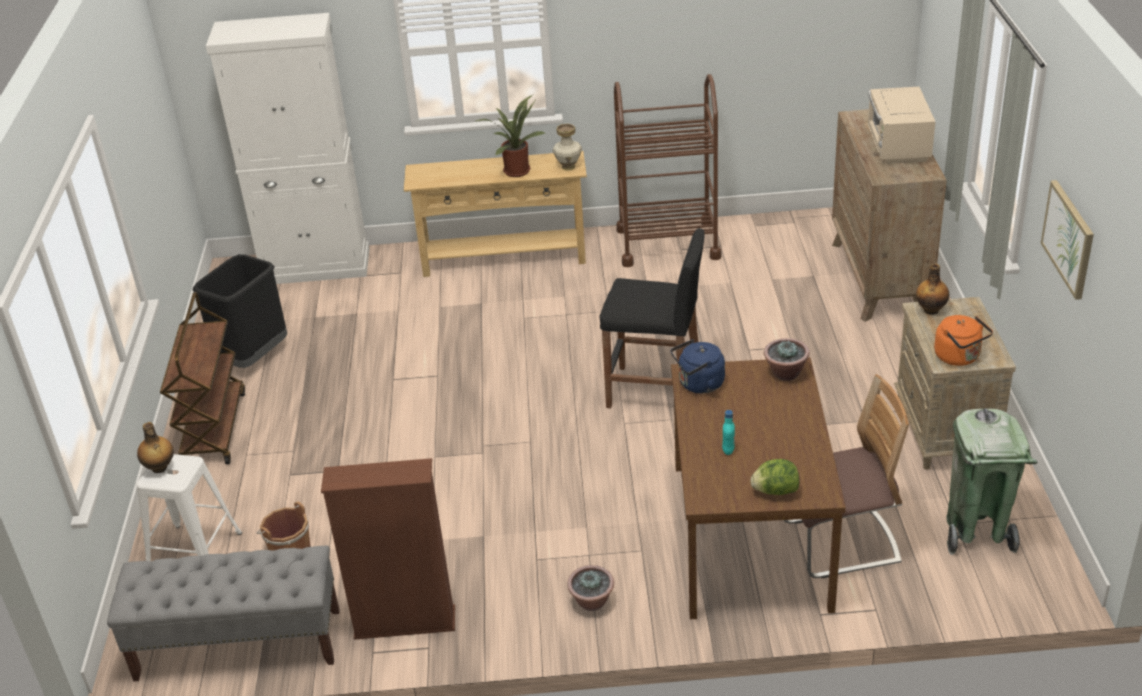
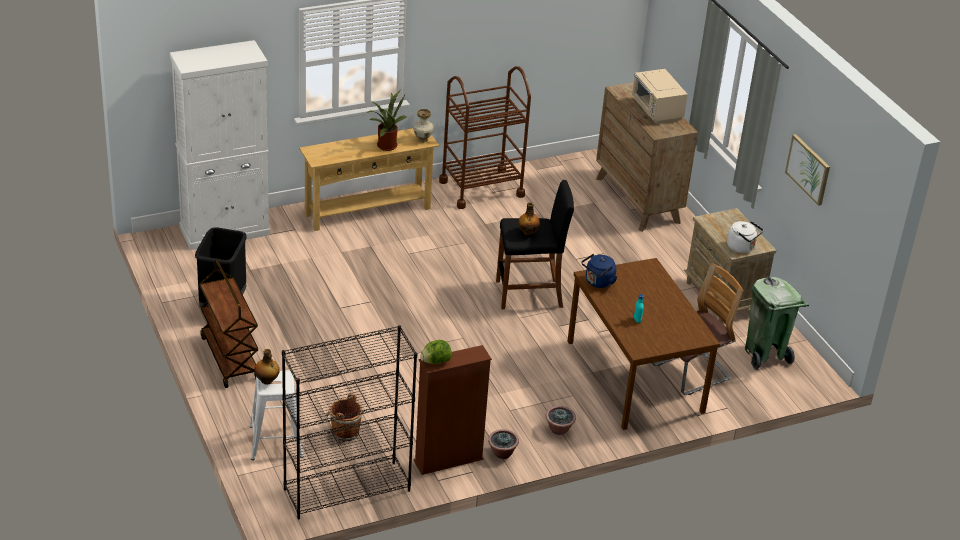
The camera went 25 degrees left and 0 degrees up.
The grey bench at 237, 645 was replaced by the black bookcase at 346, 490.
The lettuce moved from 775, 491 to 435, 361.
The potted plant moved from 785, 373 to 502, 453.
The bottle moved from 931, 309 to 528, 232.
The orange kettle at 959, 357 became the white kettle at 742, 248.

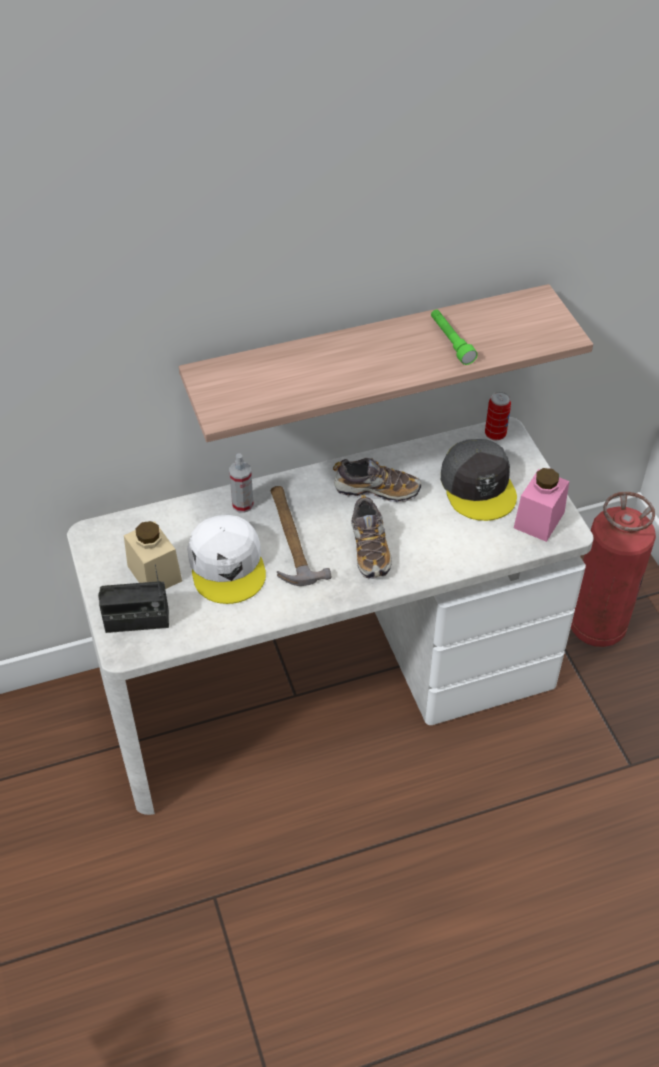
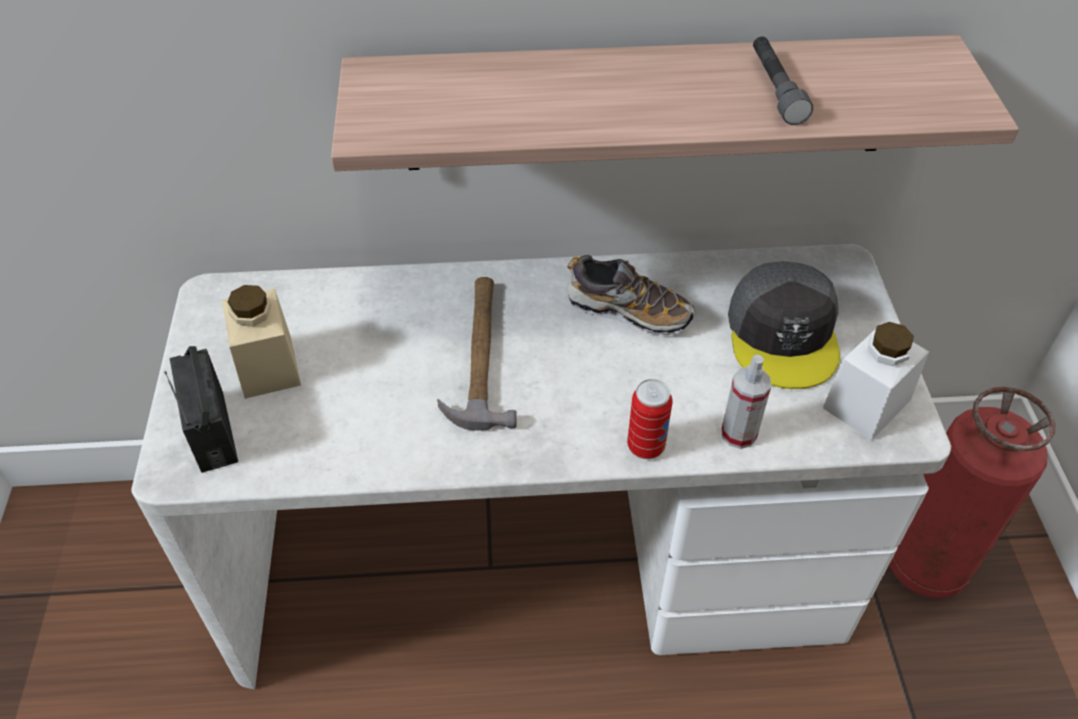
The camera went 15 degrees right and 0 degrees up.
The radio at 137, 621 turned 60 degrees clockwise.
The can moved from 495, 434 to 645, 446.
The spray bottle moved from 242, 504 to 738, 434.
The green flashlight at 451, 342 became the grey flashlight at 775, 89.
The pink jar at 539, 520 became the white jar at 866, 404.
The white cap at 227, 565 disappeared.
The shoe at 369, 549 disappeared.

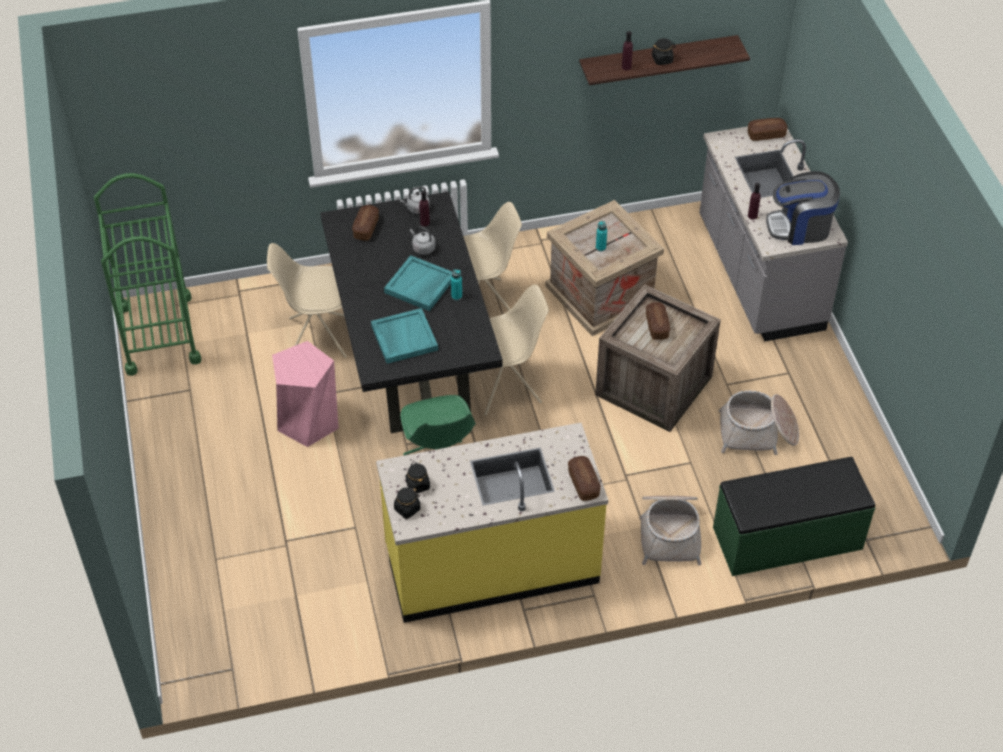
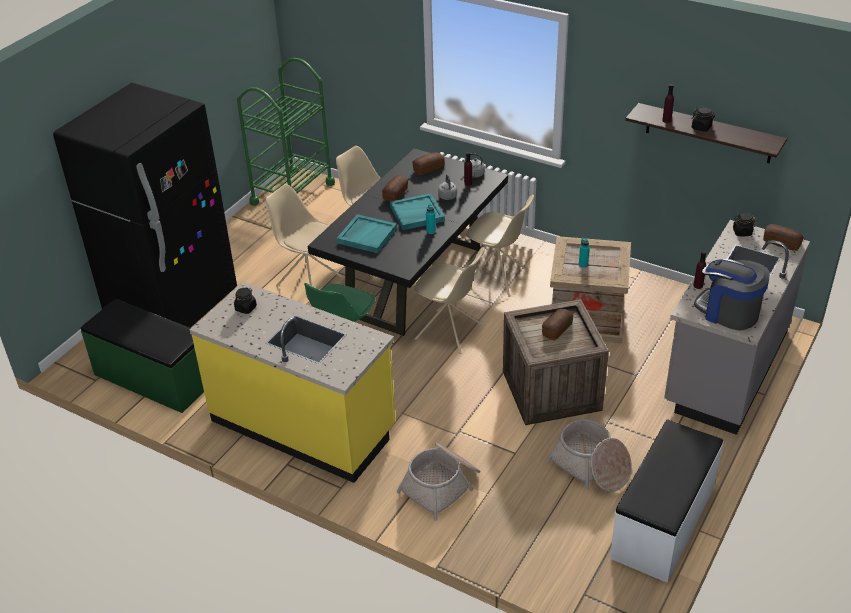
The camera went 45 degrees right and 10 degrees down.
The black fridge at 173, 306 appeared.
The green bench moved from 787, 539 to 153, 378.
The pink stool at 308, 422 was replaced by the beige chair at 308, 281.
The bread moved from 583, 483 to 395, 194.
The white bench at 664, 523 appeared.
The black jar moved from 407, 509 to 742, 232.

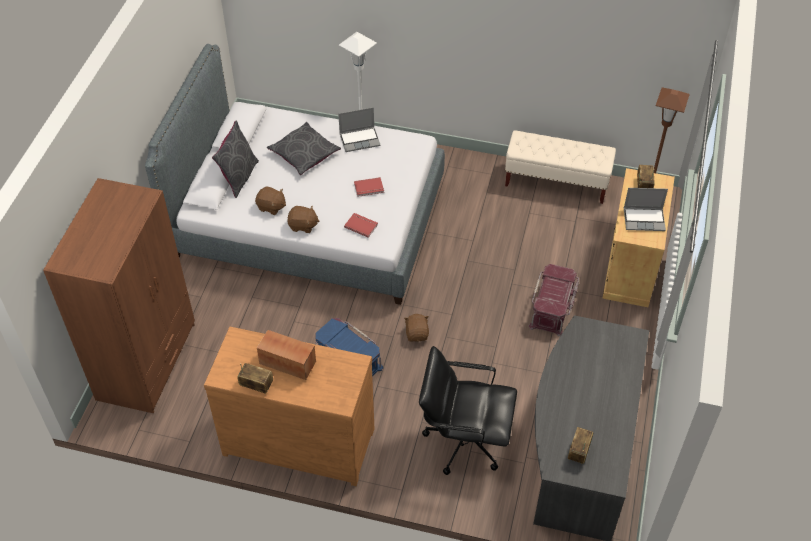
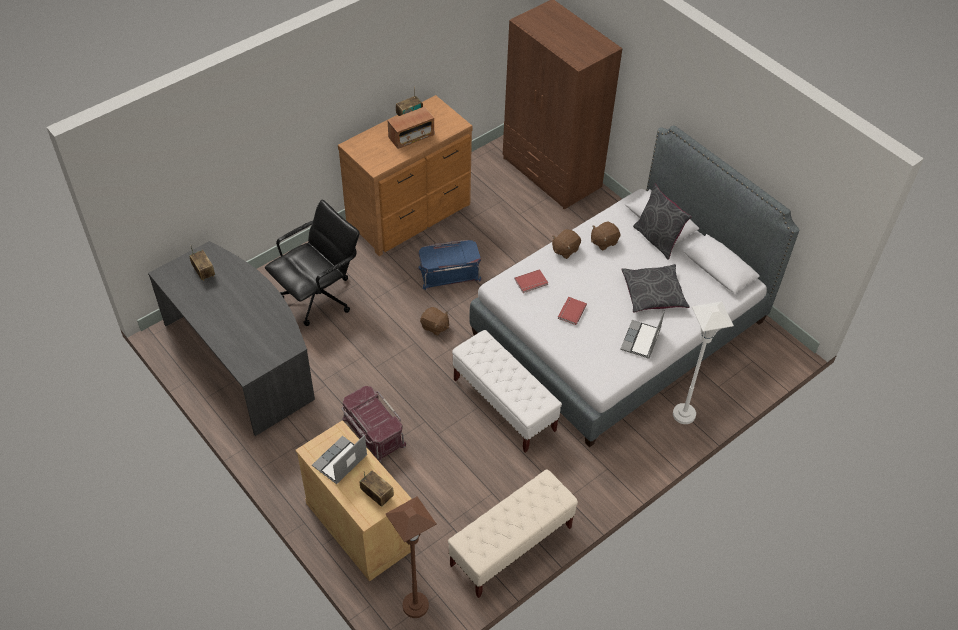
The camera went 125 degrees right and 0 degrees up.
The white bench at 504, 405 appeared.

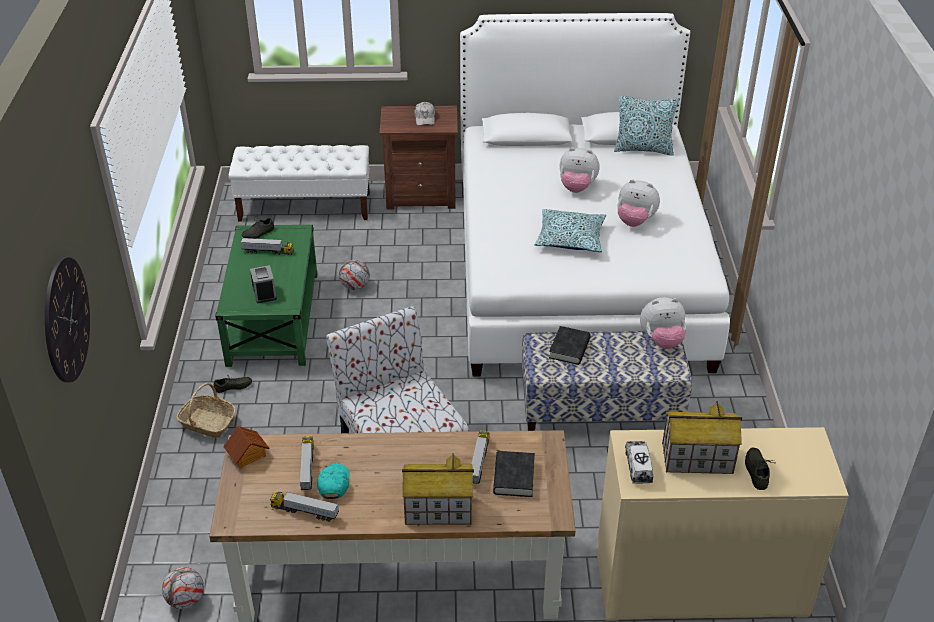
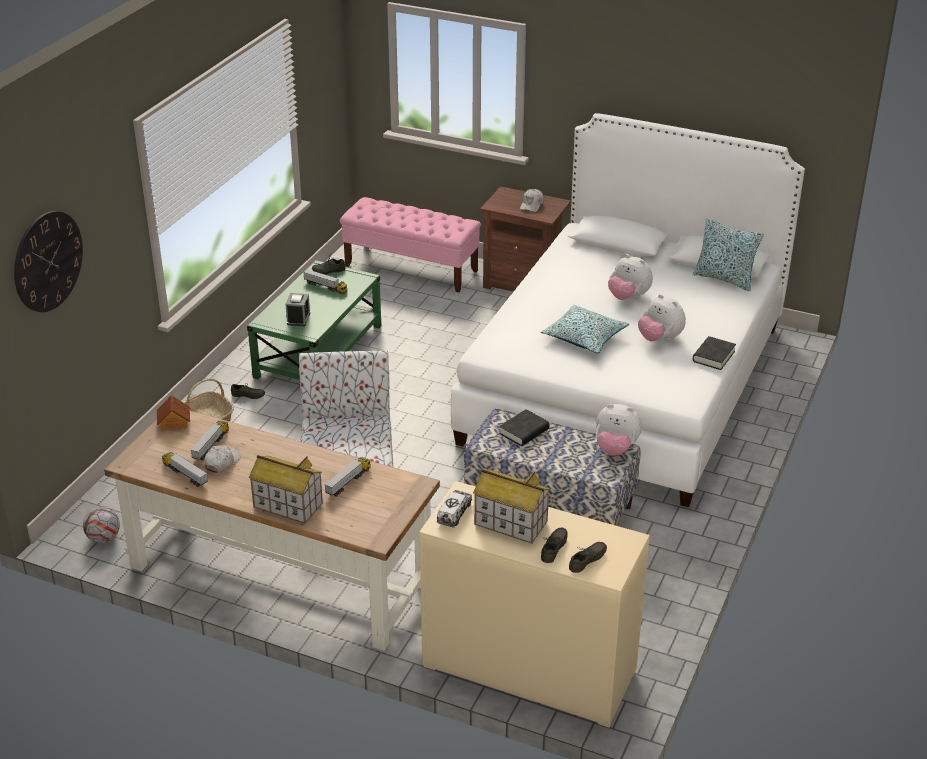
The camera went 25 degrees right and 5 degrees down.
The turquoise cap at 333, 484 became the white cap at 222, 462.
The white bench at 305, 207 became the pink bench at 411, 268.
The grey shoe at 588, 561 appeared.
The black book moved from 514, 477 to 713, 356.
The football at 355, 286 disappeared.

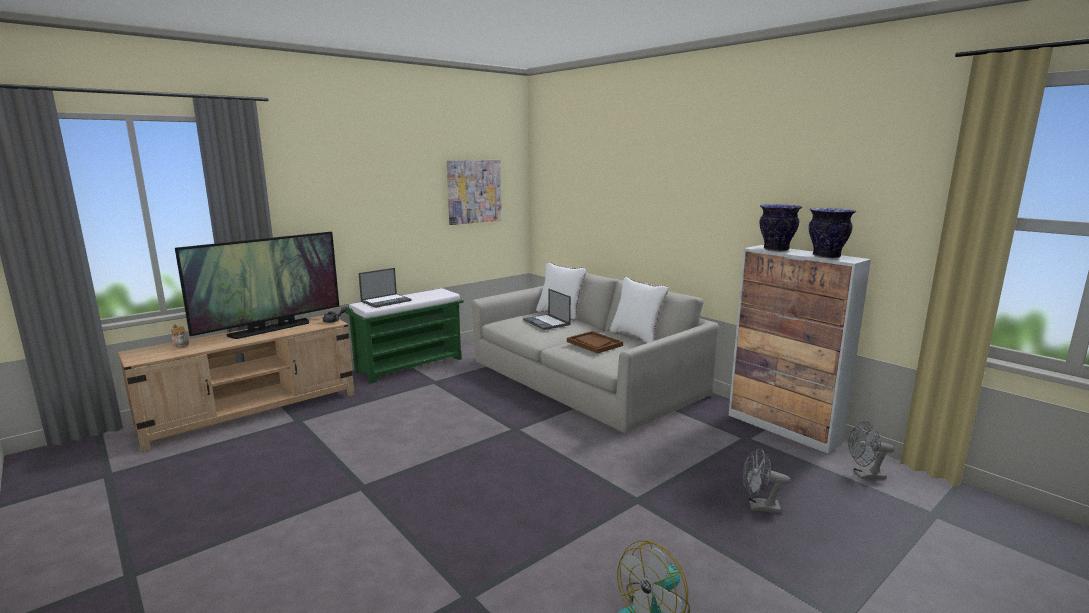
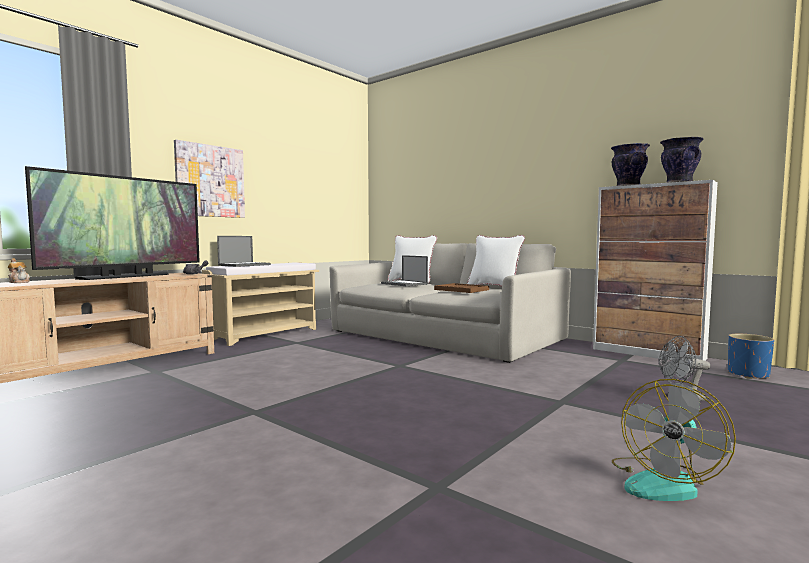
The camera went 10 degrees left and 10 degrees down.
The picture moved from 474, 191 to 210, 181.
The green bench at 410, 365 became the beige bench at 265, 334.
The grey fan at 864, 475 was replaced by the blue planter at 748, 375.

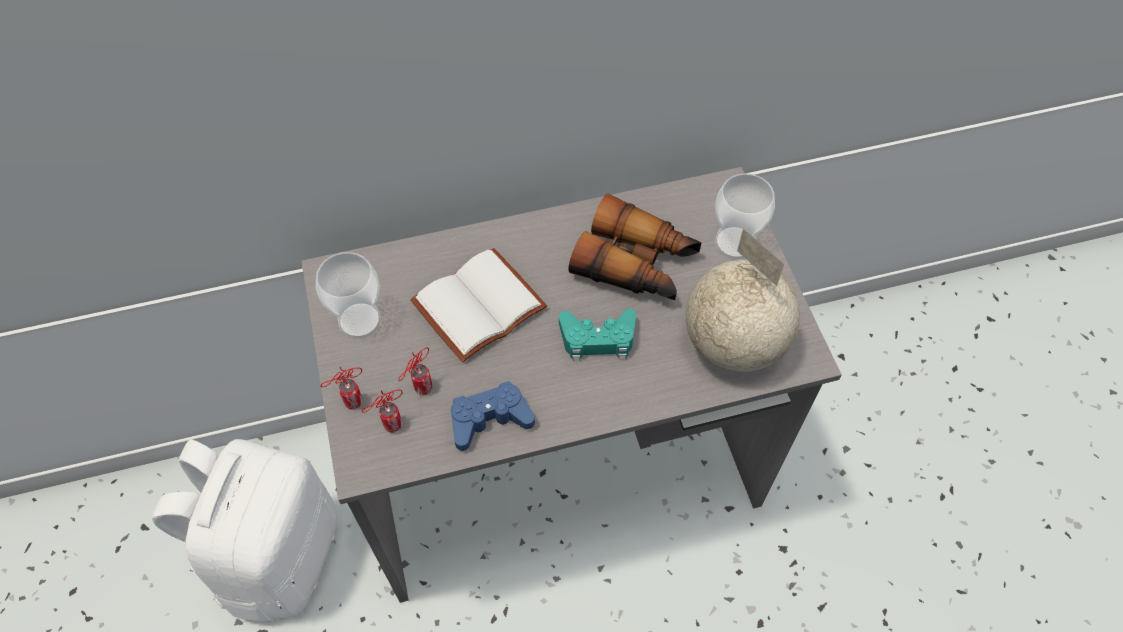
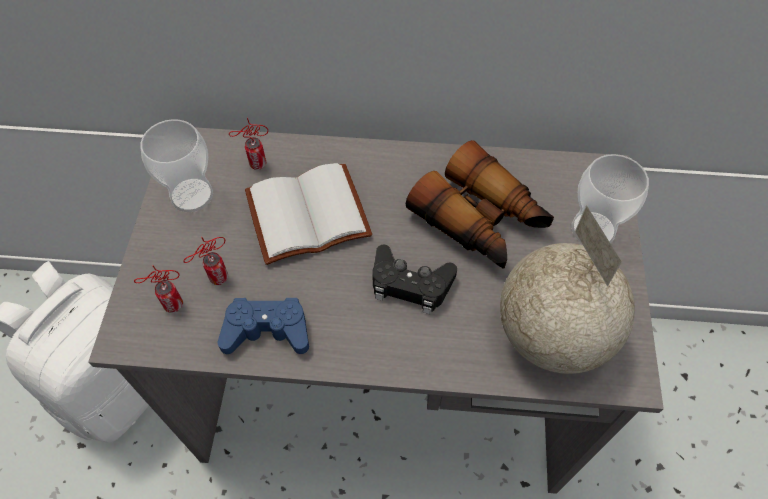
The camera went 20 degrees right and 0 degrees up.
The can moved from 351, 403 to 255, 164.
The turquoise game controller at 598, 339 became the black game controller at 410, 284.

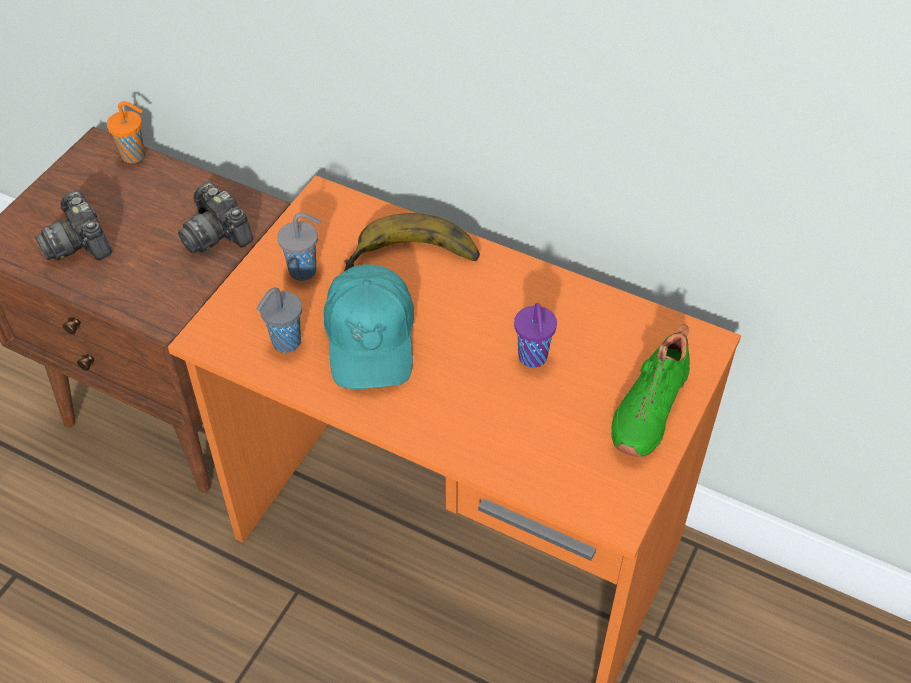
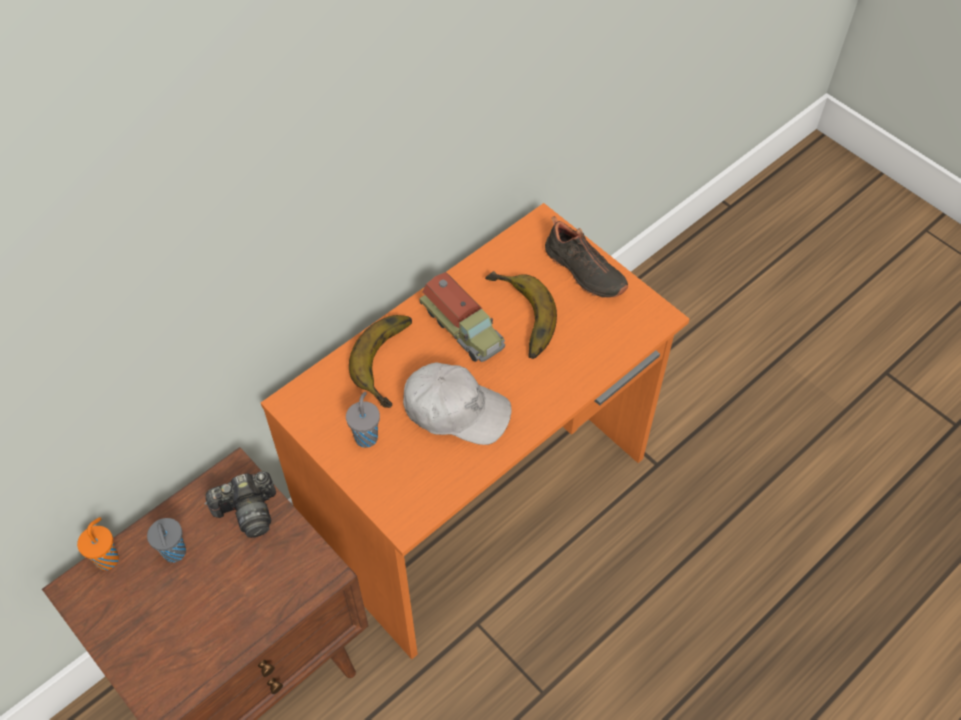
The camera went 70 degrees left and 5 degrees up.
The grey cup moved from 284, 343 to 175, 553.
The turquoise cap at 371, 338 became the white cap at 456, 410.
The toy truck at 463, 328 appeared.
The purple cup at 533, 358 was replaced by the banana at 516, 319.
The green shoe at 647, 408 became the black shoe at 583, 272.
The photo camera at 79, 243 disappeared.

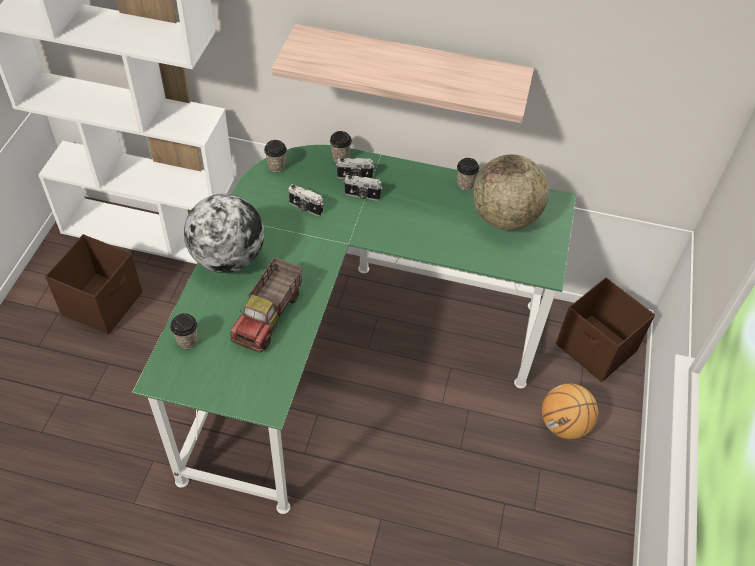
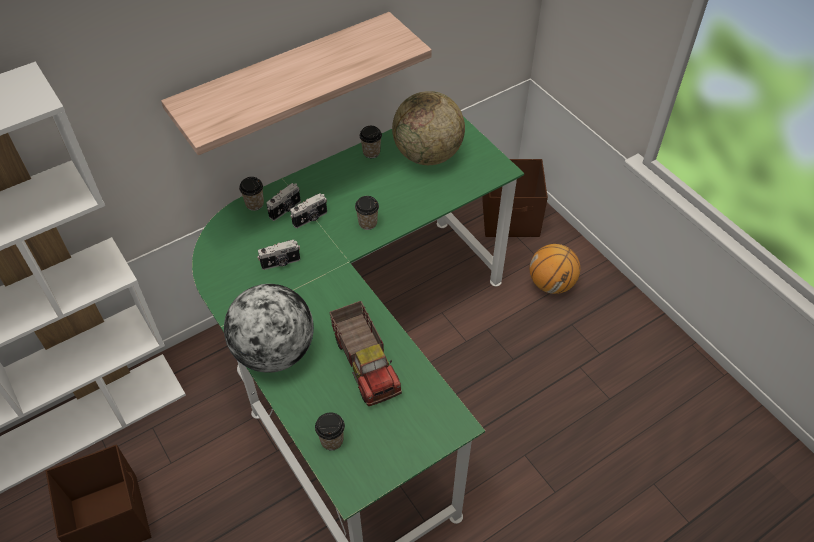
The camera went 45 degrees left and 0 degrees up.
The cup moved from 276, 166 to 367, 223.

